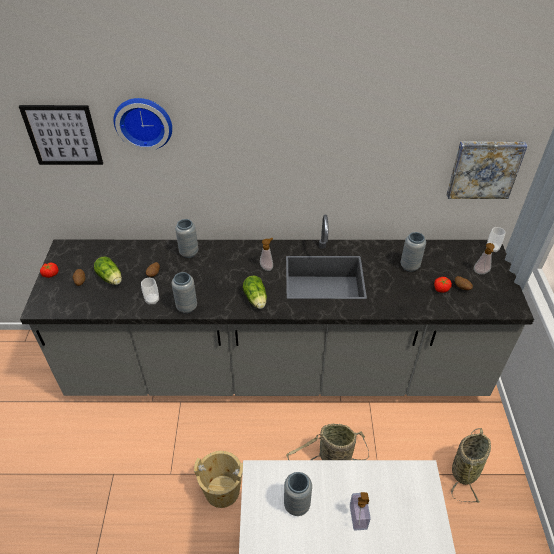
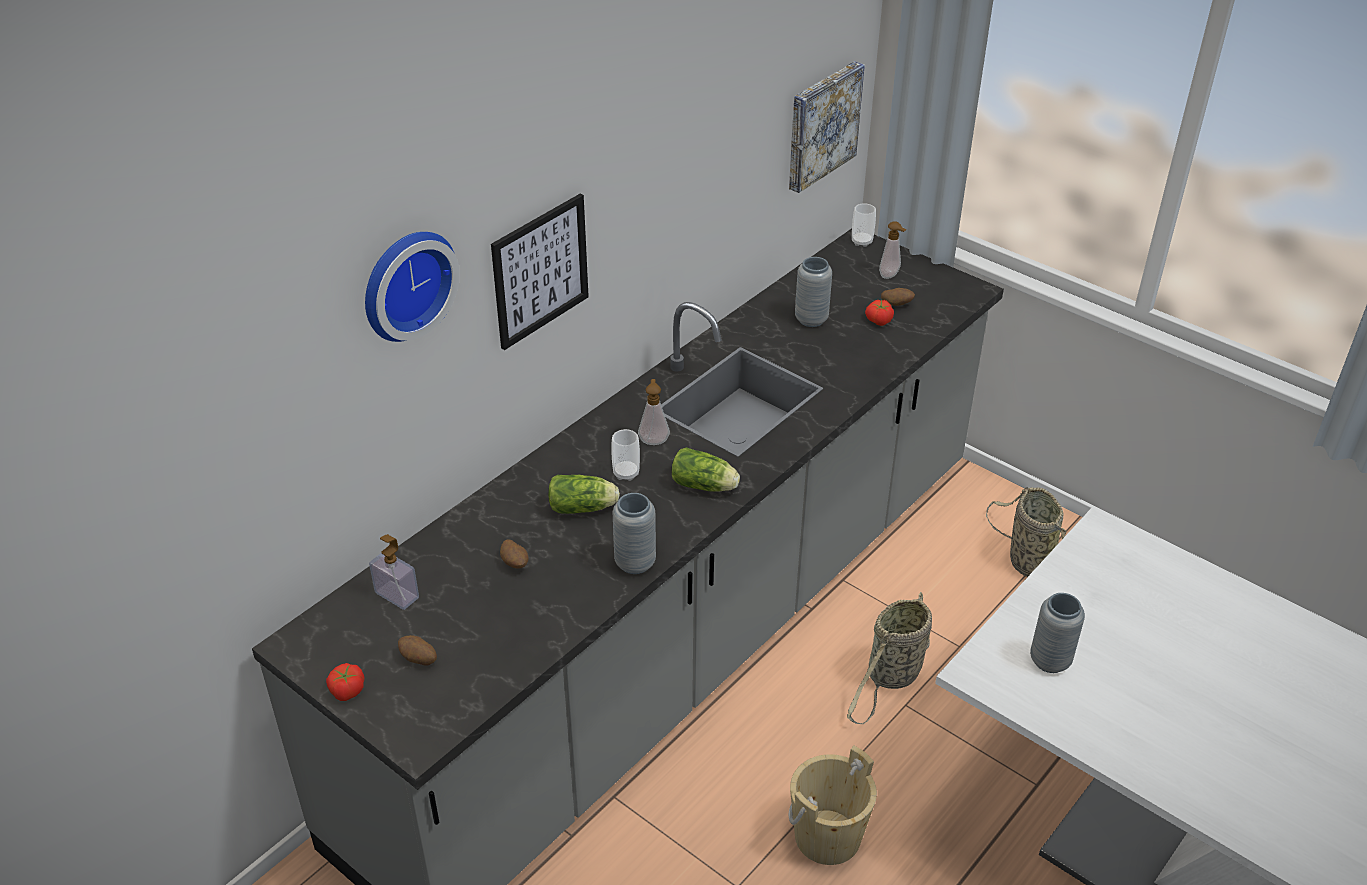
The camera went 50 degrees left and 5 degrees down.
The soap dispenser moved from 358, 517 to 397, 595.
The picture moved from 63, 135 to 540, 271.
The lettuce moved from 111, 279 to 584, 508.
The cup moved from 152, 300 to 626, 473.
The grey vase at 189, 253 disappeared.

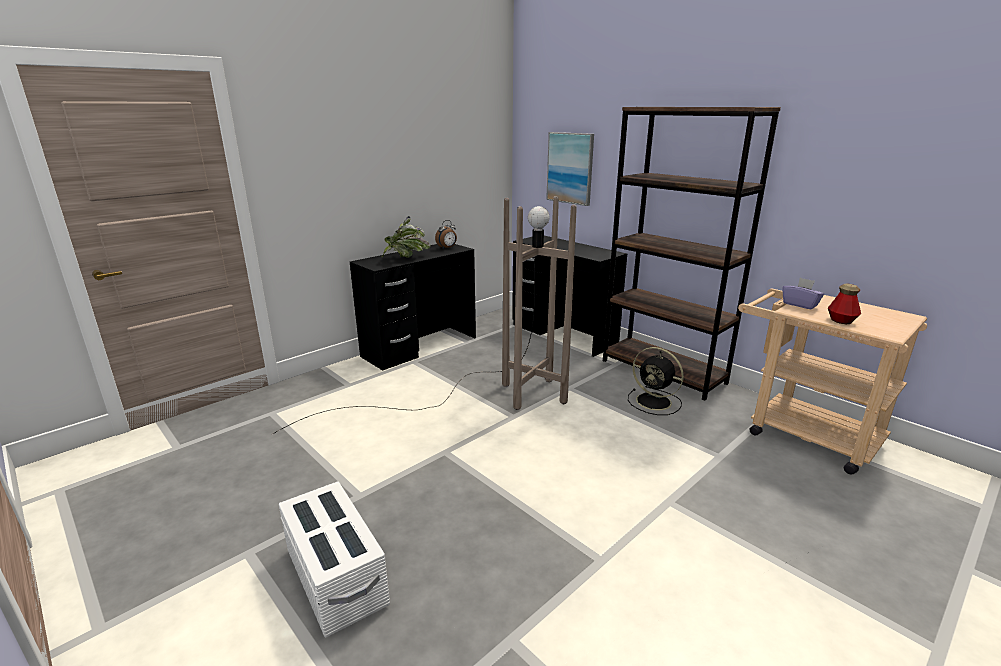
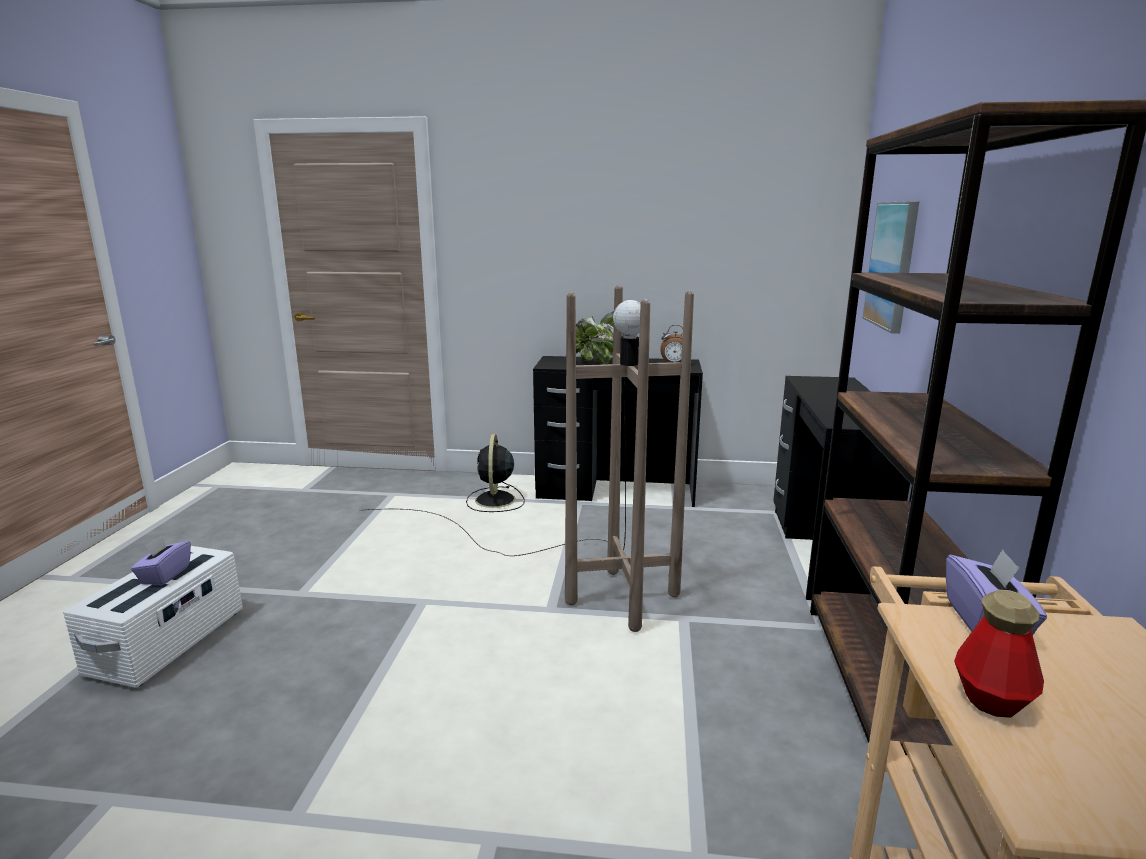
The camera went 50 degrees right and 5 degrees down.
The purple tissue box at 165, 575 appeared.
The black fan moved from 655, 402 to 495, 500.

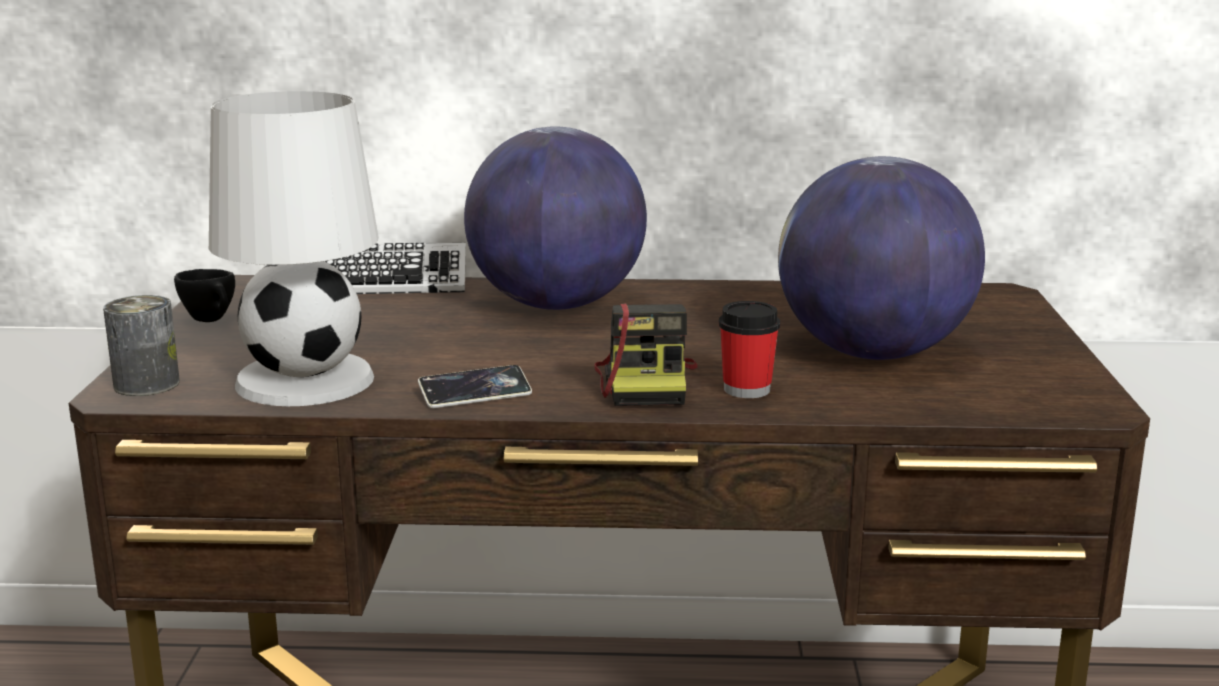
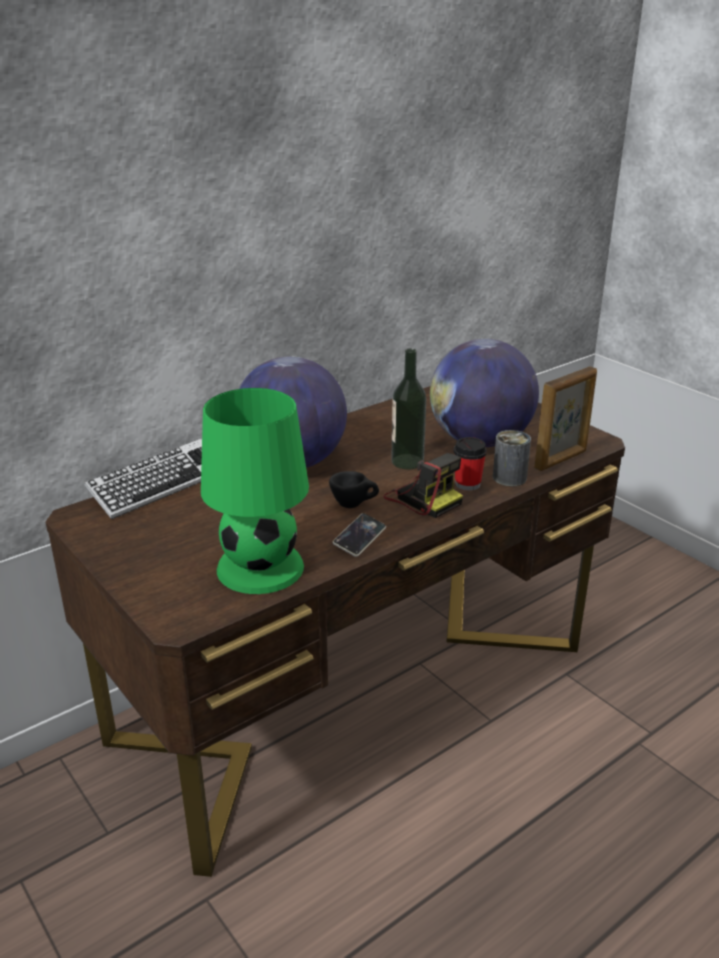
The camera went 40 degrees left and 10 degrees up.
The white table lamp at 305, 380 became the green table lamp at 259, 567.
The black cup moved from 213, 321 to 354, 505.
The bottle at 407, 461 appeared.
The can moved from 146, 384 to 509, 478.
The picture frame at 561, 460 appeared.

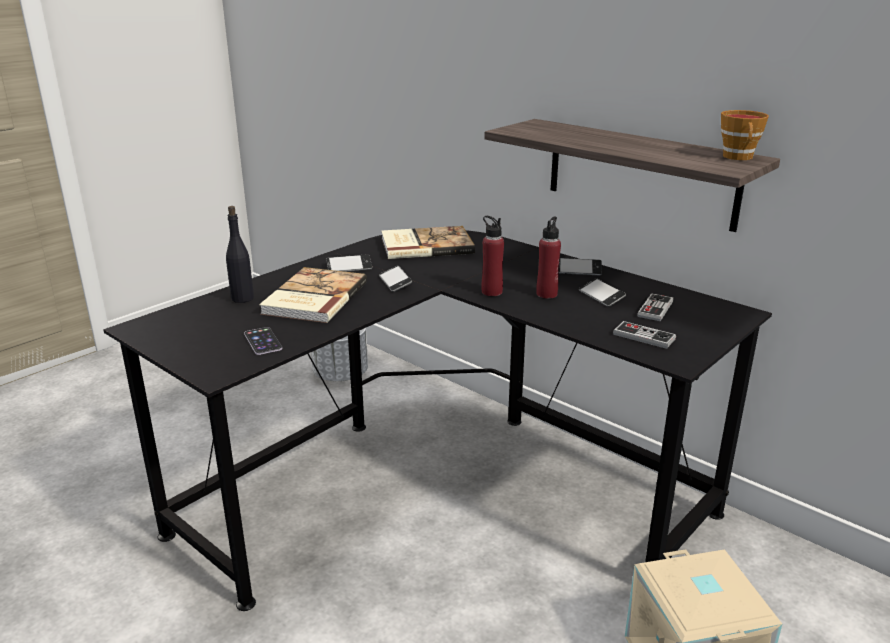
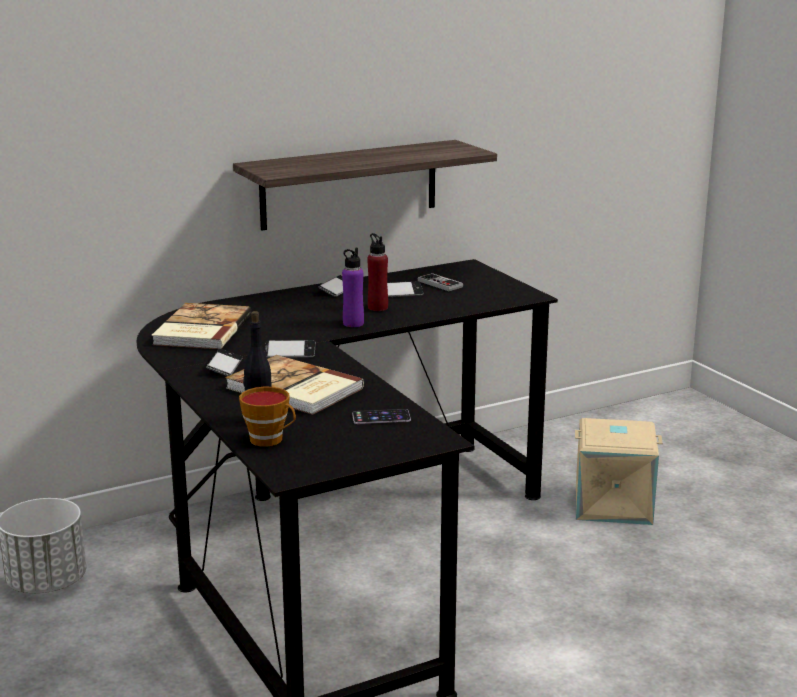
The camera went 70 degrees left and 5 degrees down.
The cup moved from 739, 157 to 270, 440.
The red bottle at 491, 292 became the purple bottle at 353, 323.
The game controller at 644, 337 disappeared.

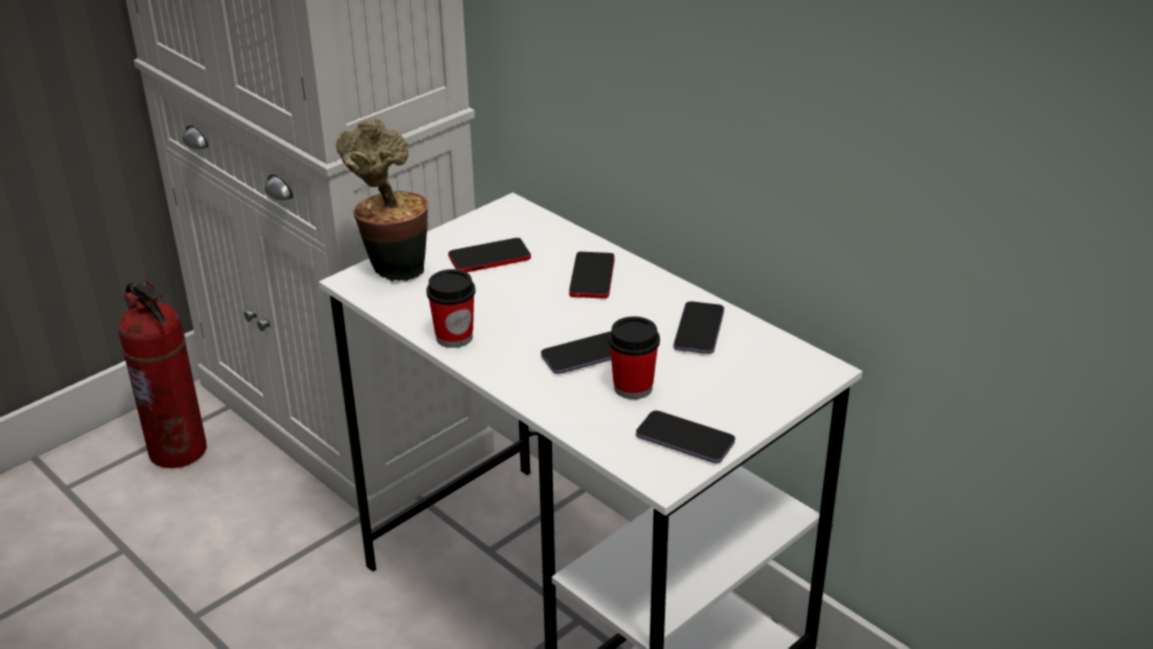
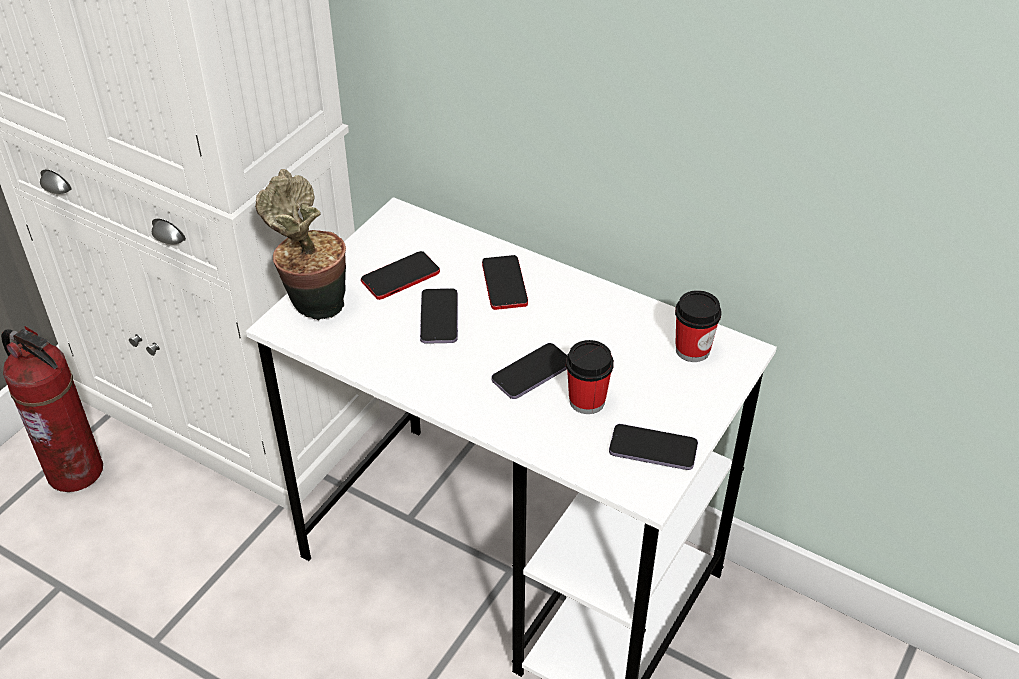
The camera went 15 degrees left and 10 degrees up.
The phone moved from 699, 330 to 439, 318.
The cup moved from 454, 337 to 692, 350.

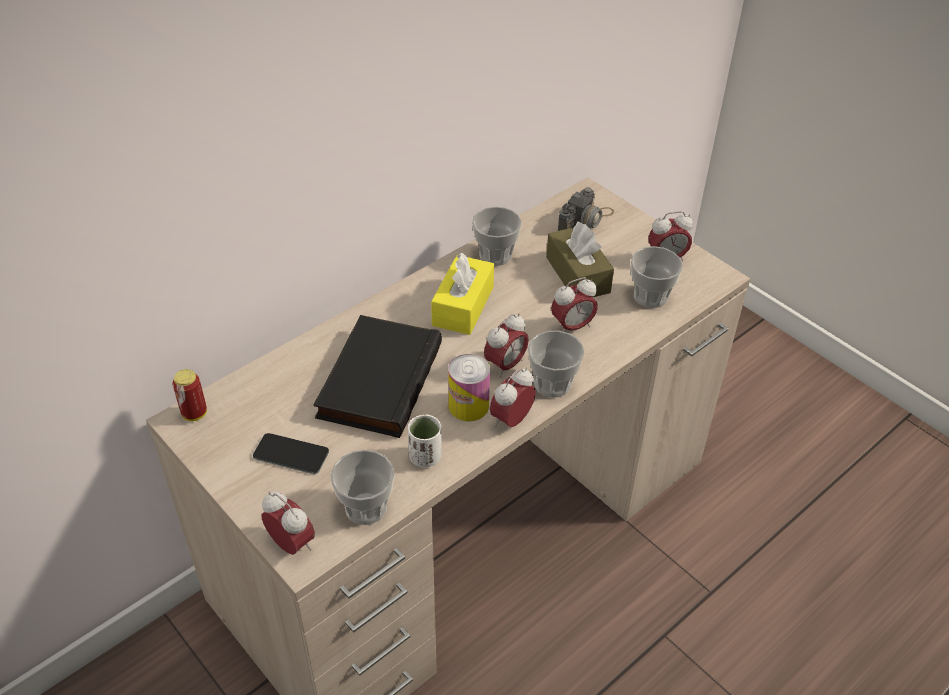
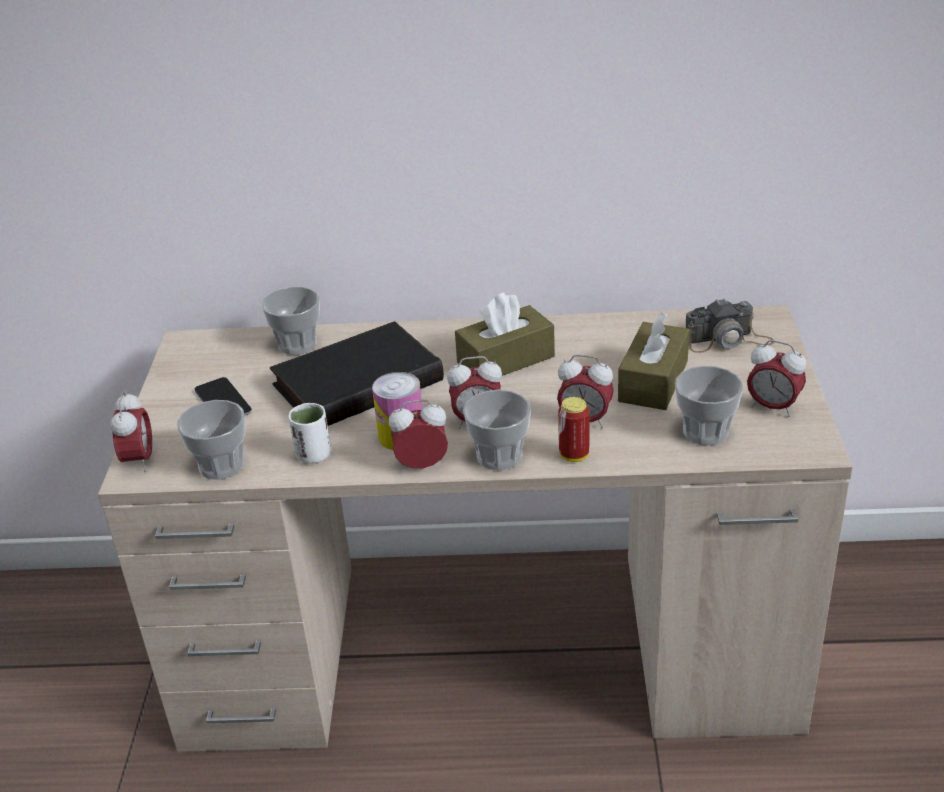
The camera went 45 degrees right and 10 degrees down.
The cup moved from 495, 255 to 297, 344.
The yellow tissue box at 463, 306 became the brown tissue box at 505, 359.
The can moved from 194, 414 to 574, 456.

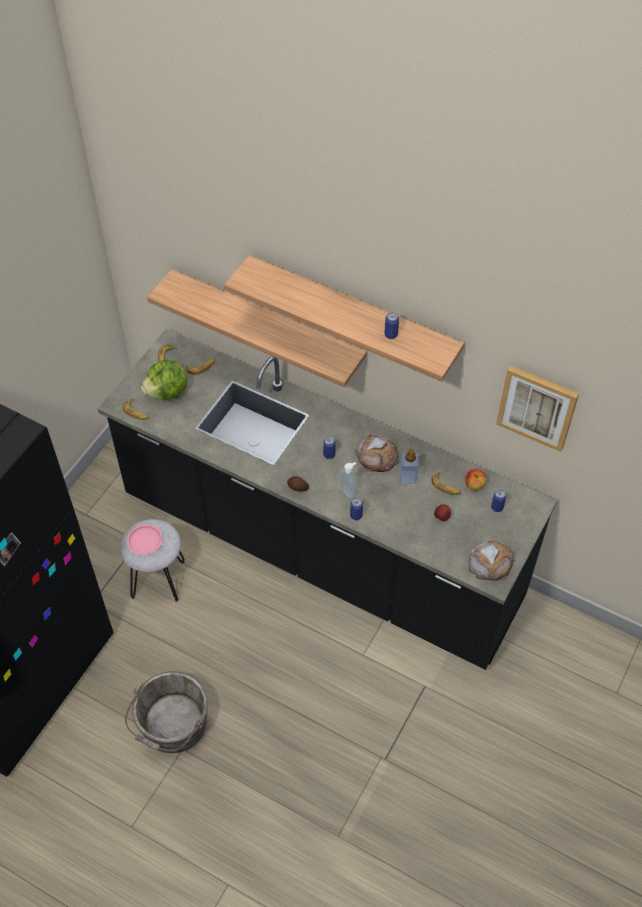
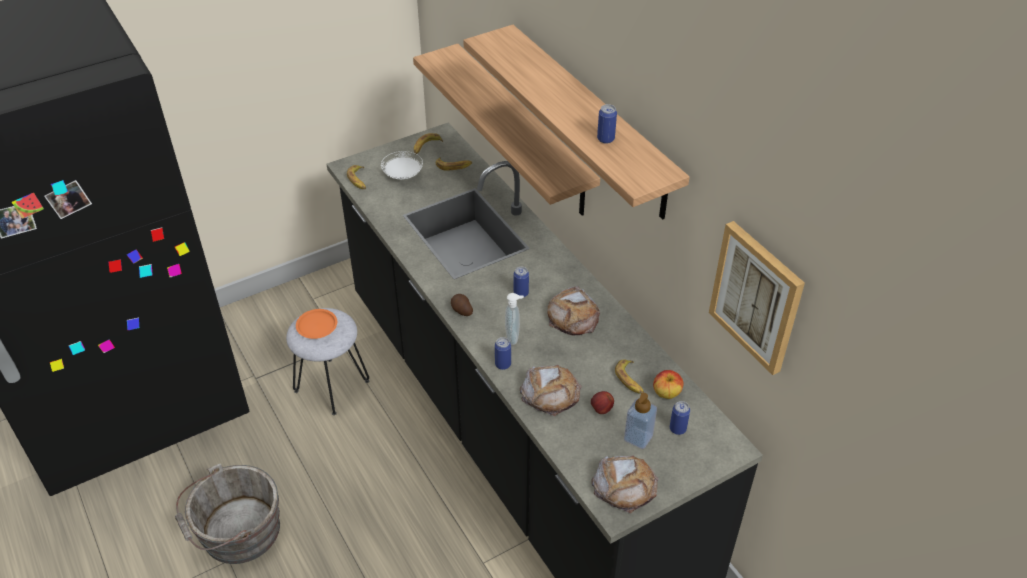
The camera went 30 degrees right and 10 degrees down.
The pink plate at 145, 541 became the orange plate at 316, 326.
The lettuce at 167, 392 was replaced by the white plate at 403, 175.
The bread at 550, 393 appeared.
The soap dispenser moved from 408, 477 to 638, 437.

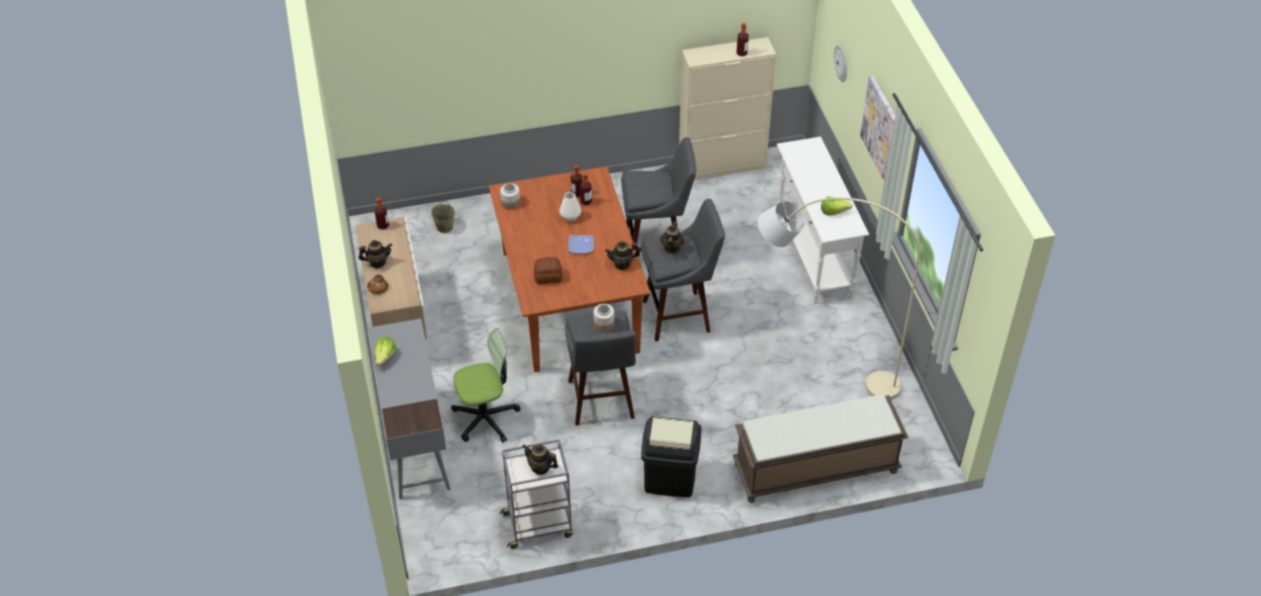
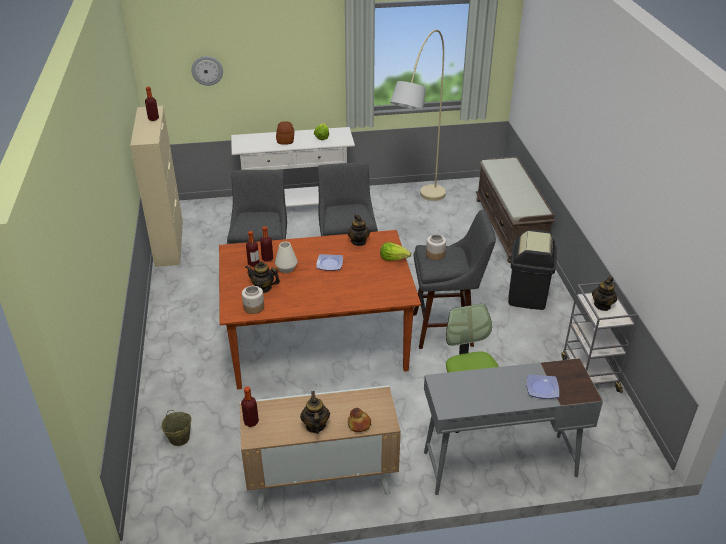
The camera went 85 degrees left and 10 degrees down.
The teapot moved from 671, 248 to 263, 288.
The bread moved from 548, 277 to 286, 139.
The lettuce moved from 385, 357 to 394, 258.
The plate at 541, 389 appeared.
The picture at 882, 130 disappeared.

